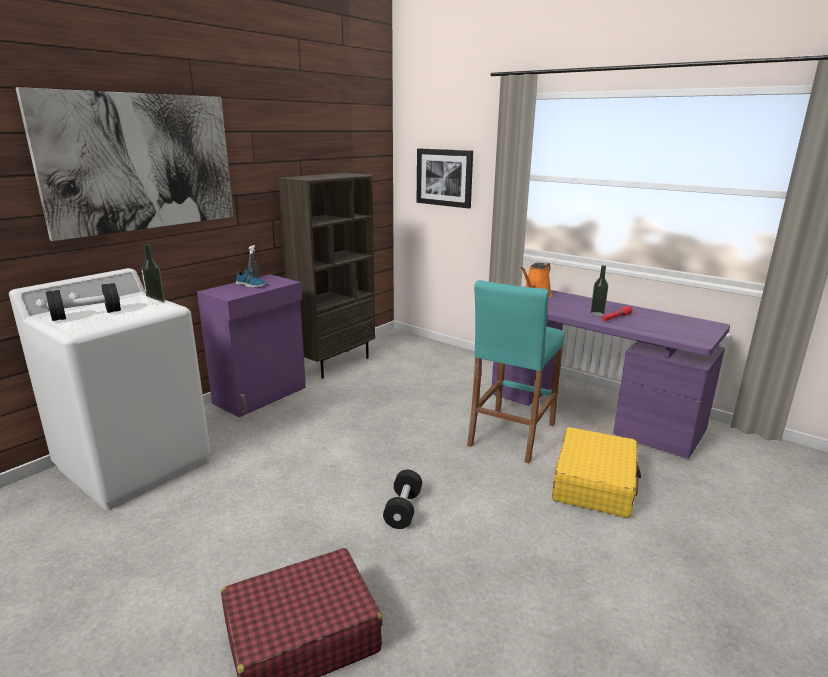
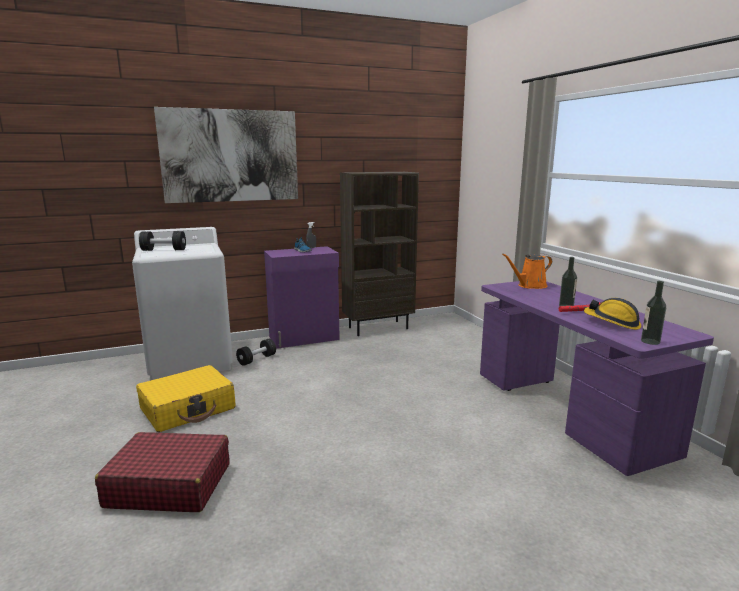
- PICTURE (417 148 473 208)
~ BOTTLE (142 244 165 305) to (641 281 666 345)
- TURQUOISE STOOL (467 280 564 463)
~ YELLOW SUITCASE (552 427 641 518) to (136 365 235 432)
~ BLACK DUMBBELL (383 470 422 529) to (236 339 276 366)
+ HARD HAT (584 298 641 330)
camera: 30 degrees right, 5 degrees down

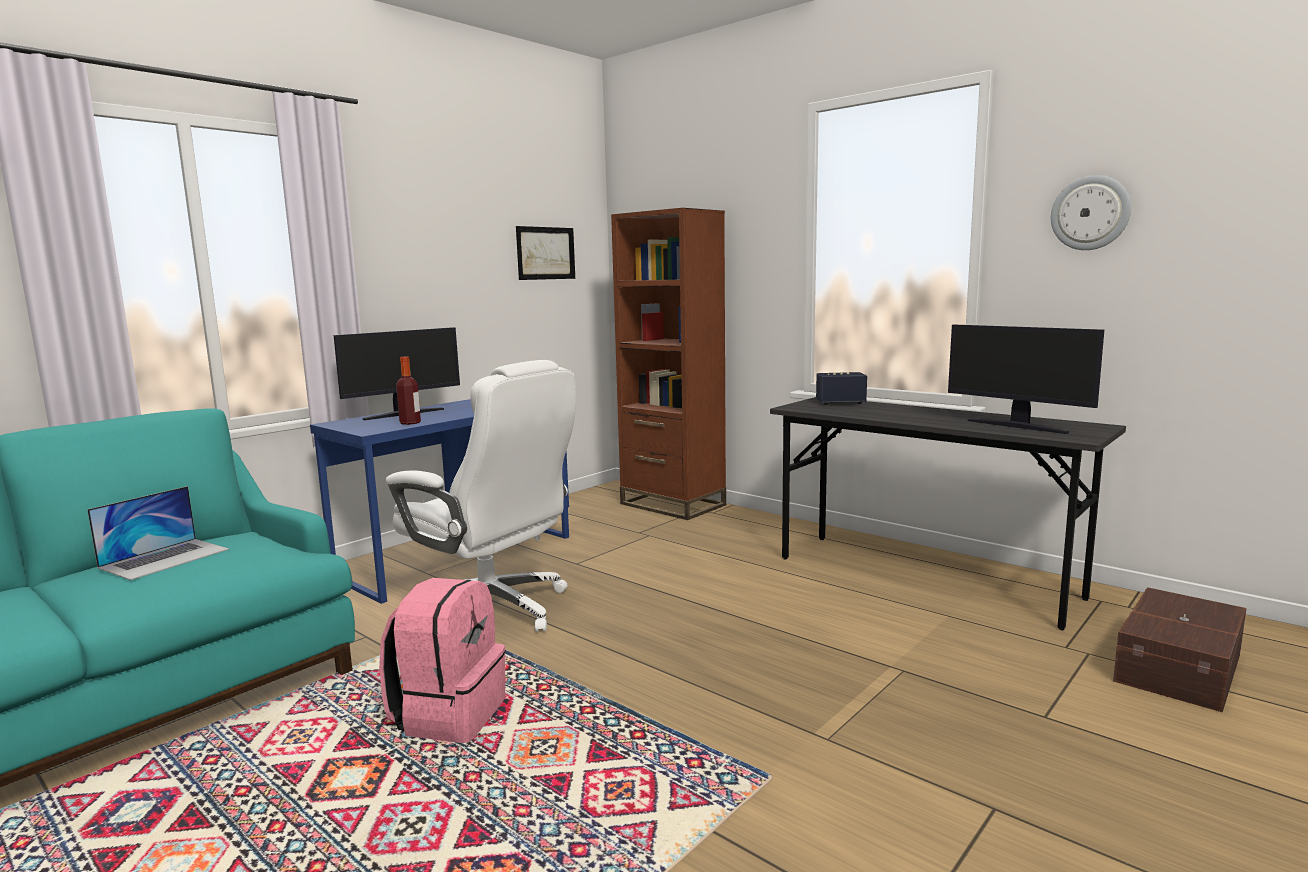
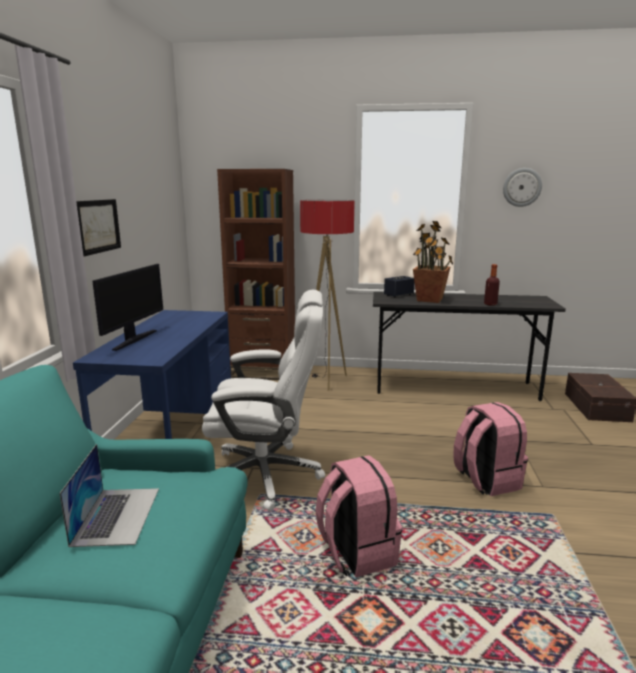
~ PICTURE (516 226 575 280) to (76 199 121 256)
- MONITOR (948 325 1104 434)
~ BOTTLE (396 357 421 425) to (484 264 500 306)
+ FLOOR LAMP (300 200 355 390)
+ POTTED PLANT (413 221 453 303)
+ PINK BACKPACK (453 402 528 496)
camera: 35 degrees left, 5 degrees up

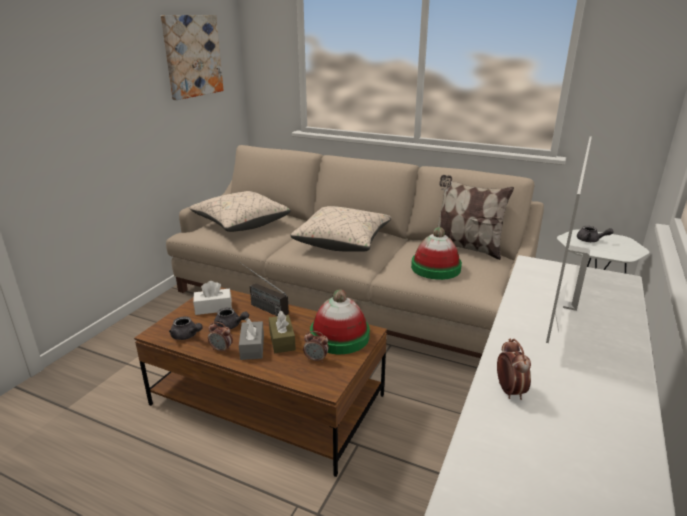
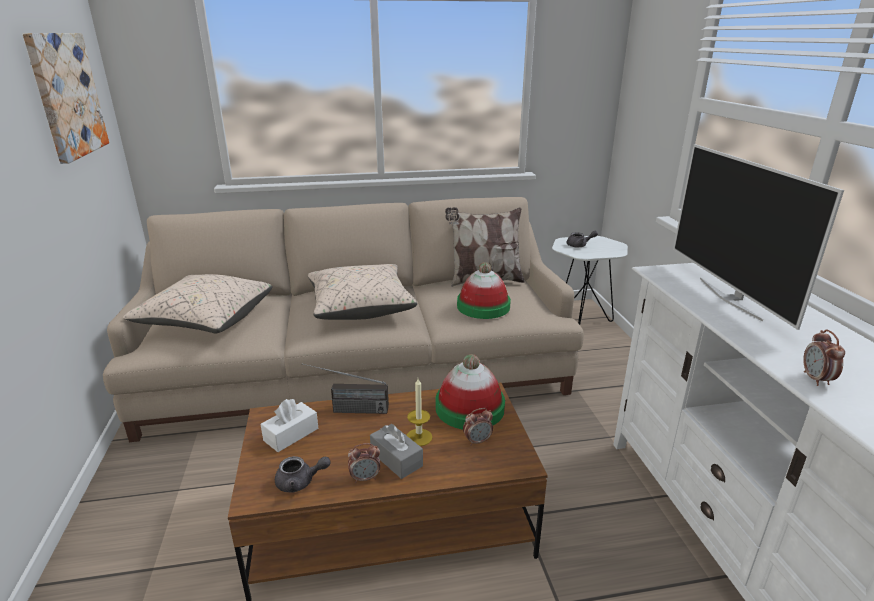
- GREY TEAPOT (214 308 249 329)
~ BROWN TISSUE BOX (269 311 296 353) to CANDLE (406 378 432 446)
~ ALARM CLOCK (497 339 531 400) = (803 330 845 386) 135 degrees counterclockwise
camera: 35 degrees left, 0 degrees up

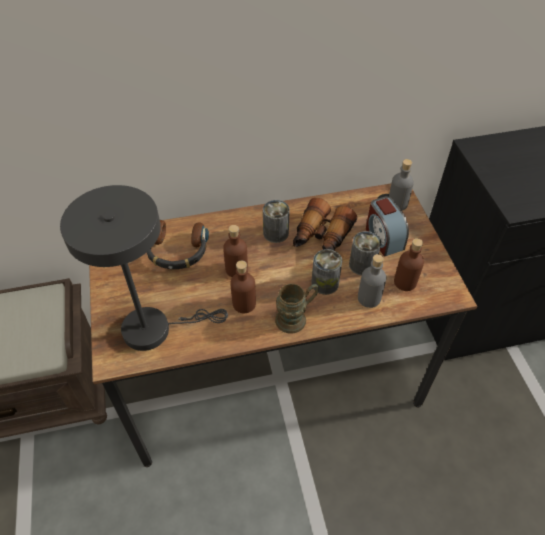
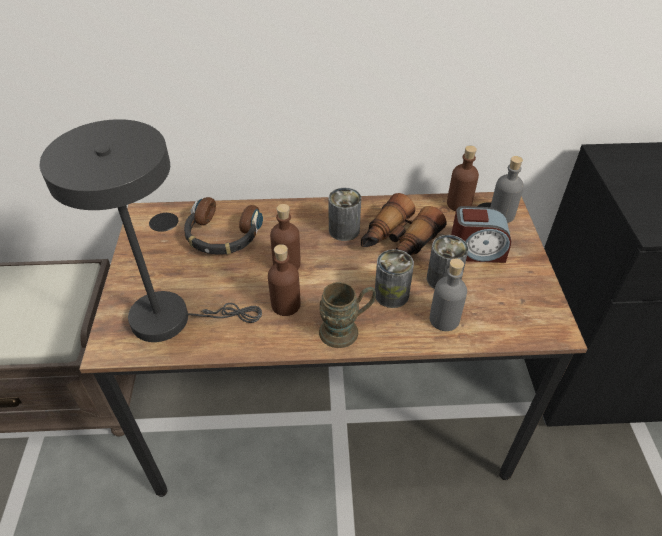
~ ALARM CLOCK (366 196 409 257) = (451 206 511 263) 75 degrees counterclockwise
~ BROWN BOTTLE (394 238 424 291) to (447 145 479 211)
camera: 10 degrees right, 5 degrees down

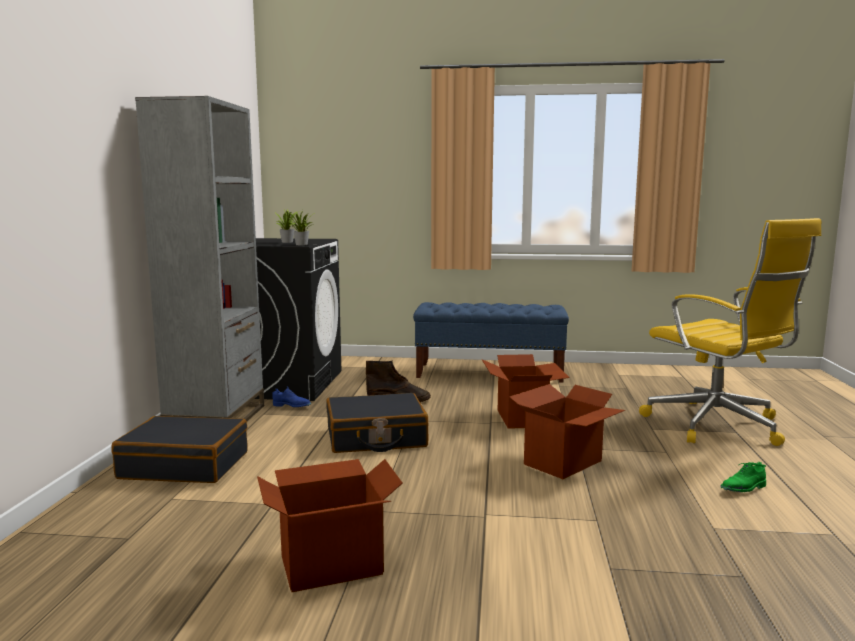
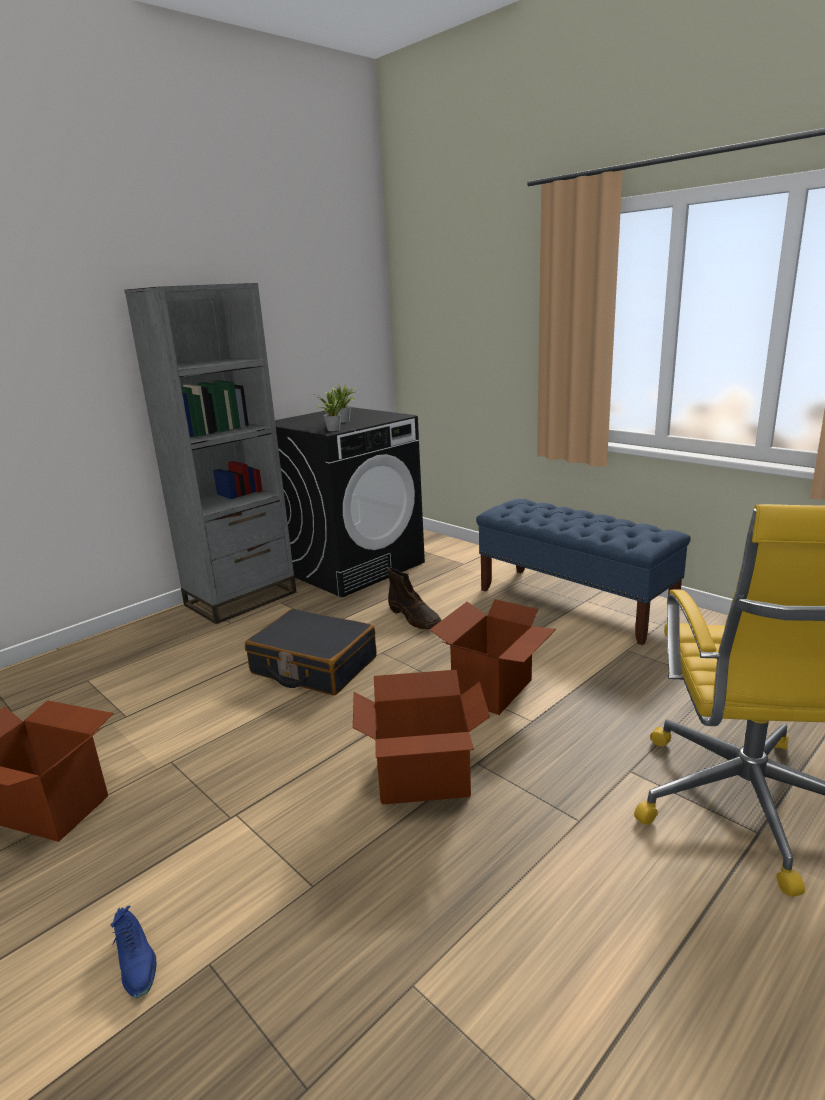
~ BLUE SHOE (272 387 311 407) to (111 905 156 998)
- BLACK SUITCASE (111 416 248 483)
- GREEN SHOE (721 462 766 492)
camera: 40 degrees right, 10 degrees up

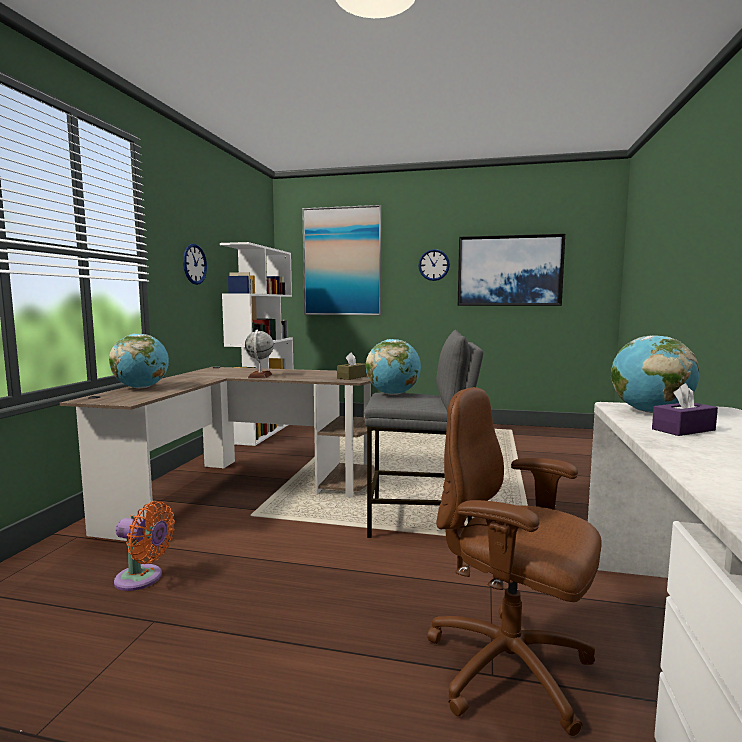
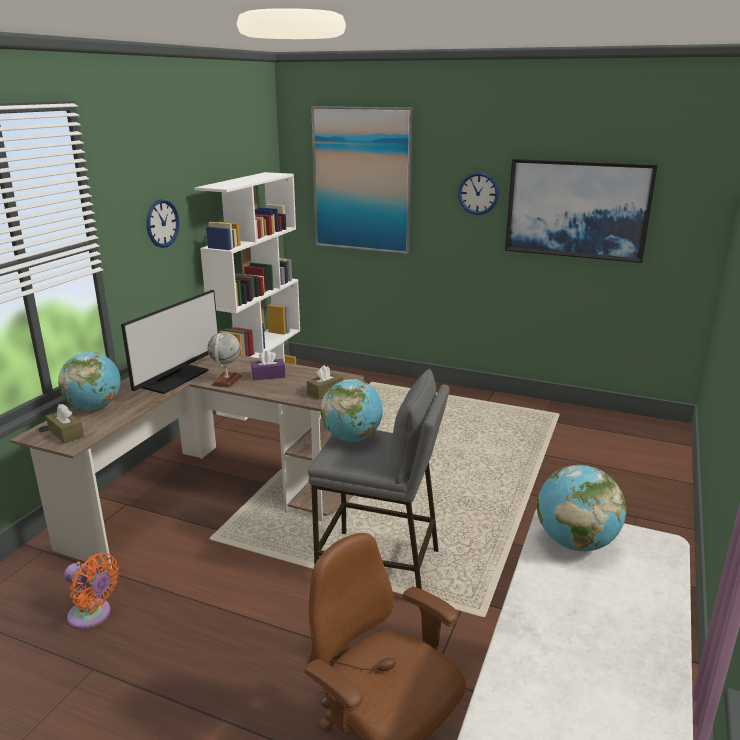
~ PURPLE TISSUE BOX (652 383 718 436) to (251 350 285 380)
+ MONITOR (121 290 218 394)
+ BROWN TISSUE BOX (46 404 84 443)
camera: 10 degrees right, 15 degrees up

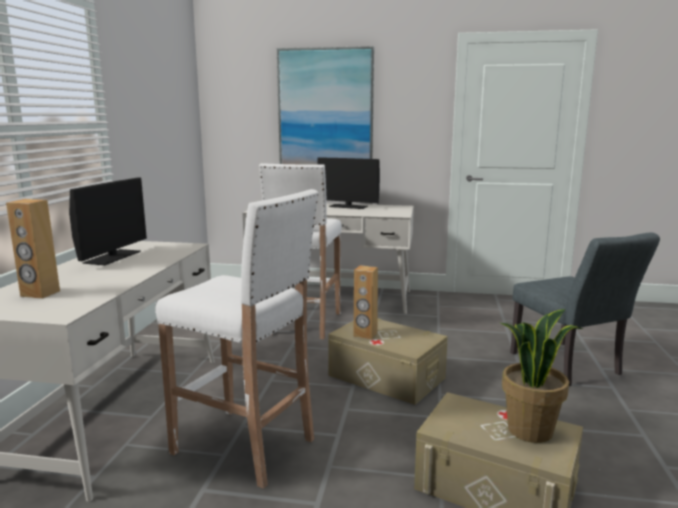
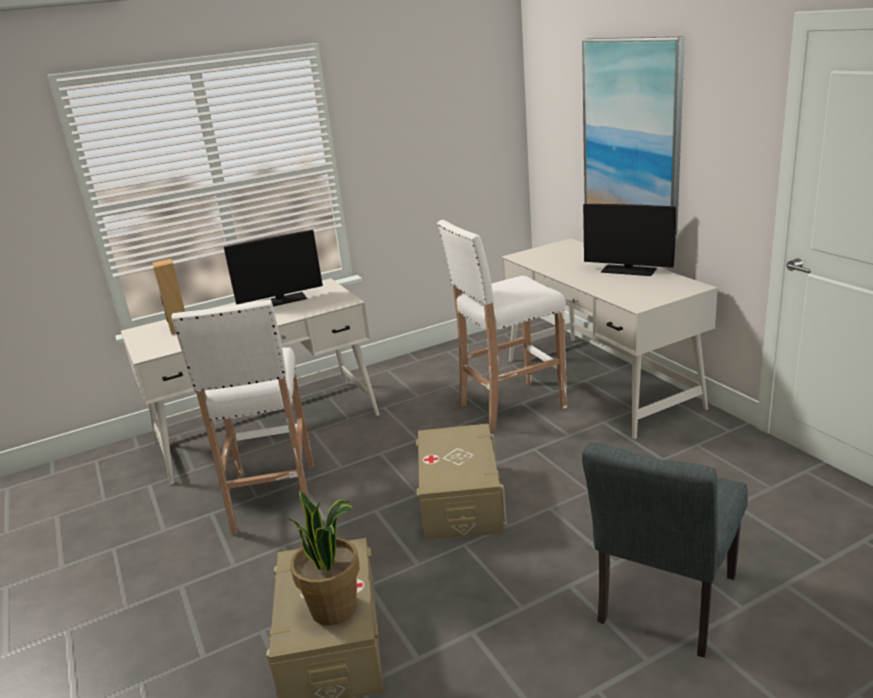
~ MONITOR (317 157 380 209) = (583 204 676 276) 45 degrees counterclockwise
- BROWN SPEAKER (354 265 378 339)
camera: 55 degrees right, 10 degrees up

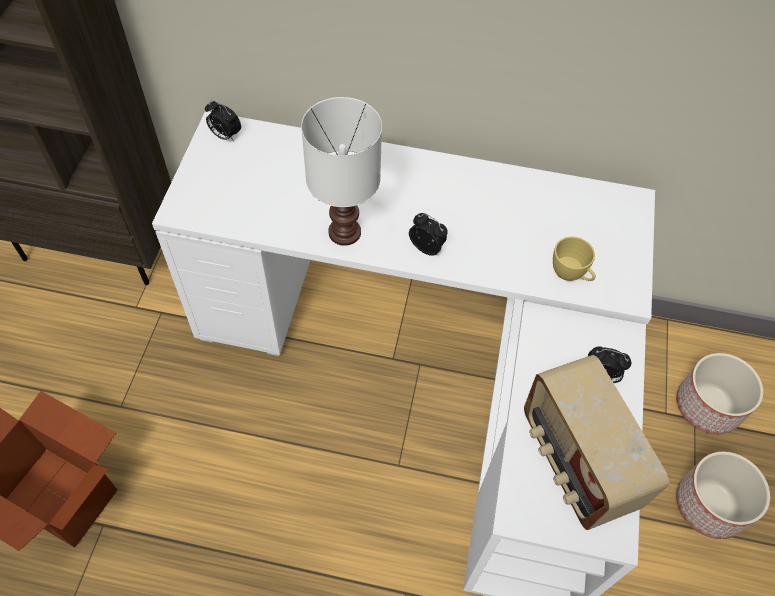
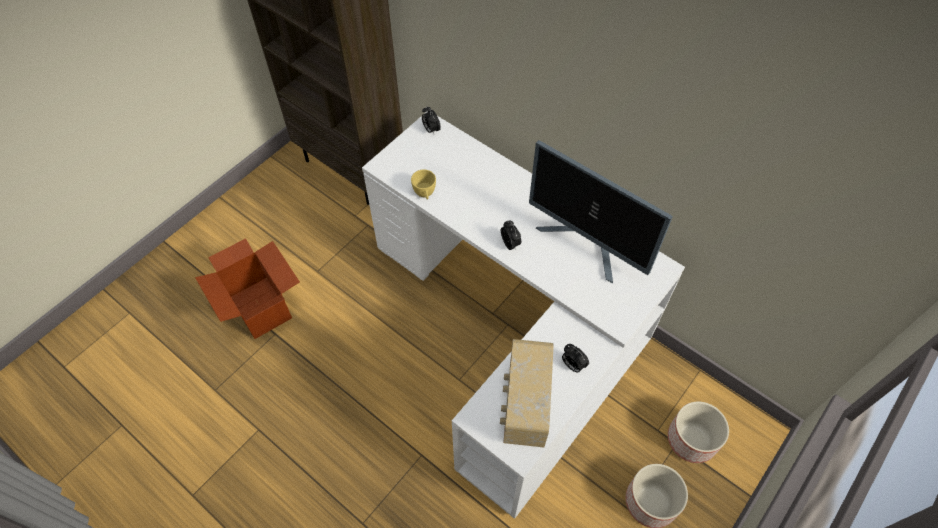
- WHITE TABLE LAMP (301 97 382 246)
~ YELLOW CUP (553 237 596 281) to (411 170 436 200)
+ MONITOR (529 140 673 283)
camera: 30 degrees right, 0 degrees up

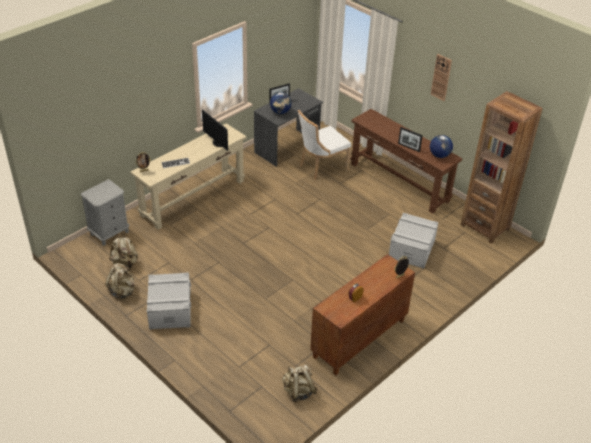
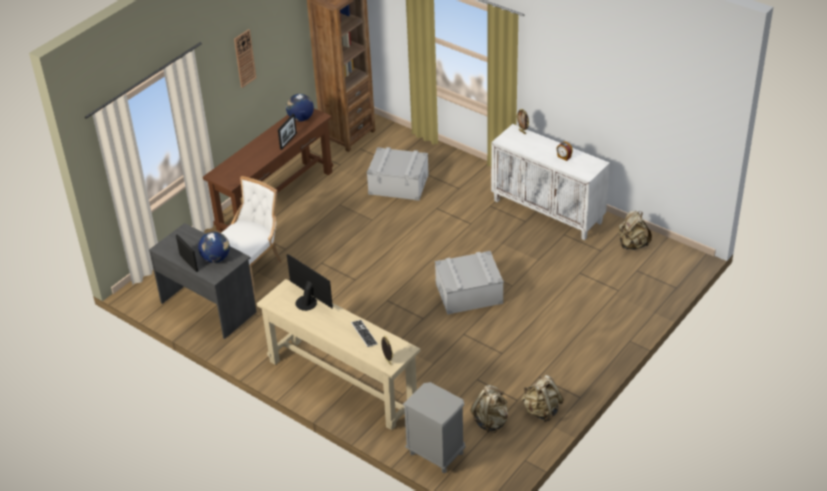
~ MONITOR (202 109 228 151) = (287 254 333 311) 90 degrees counterclockwise
~ WHITE CHAIR (298 110 351 180) = (222 176 282 294) 105 degrees counterclockwise
~ BROWN CABINET (310 254 415 375) to WHITE CABINET (491 124 610 240)
~ GREY STORAGE BOX (147 272 192 329) to (435 251 504 315)
camera: 95 degrees left, 0 degrees up

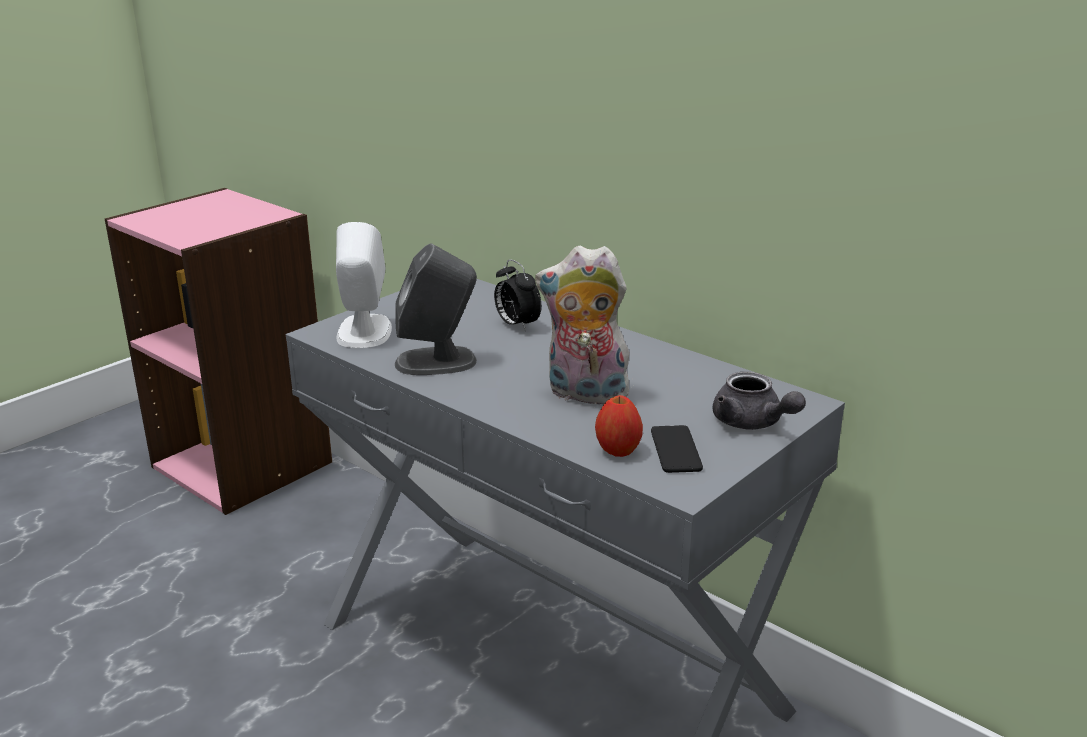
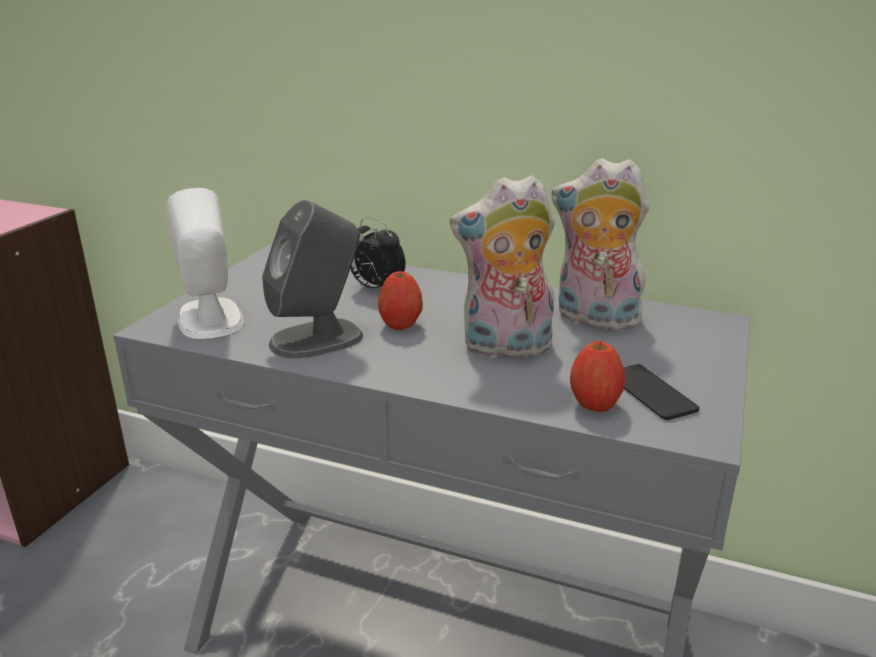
- GREY TEAPOT (713 372 806 430)
+ PLUSH TOY (551 158 650 330)
+ APPLE (378 271 423 330)
camera: 20 degrees left, 0 degrees up

